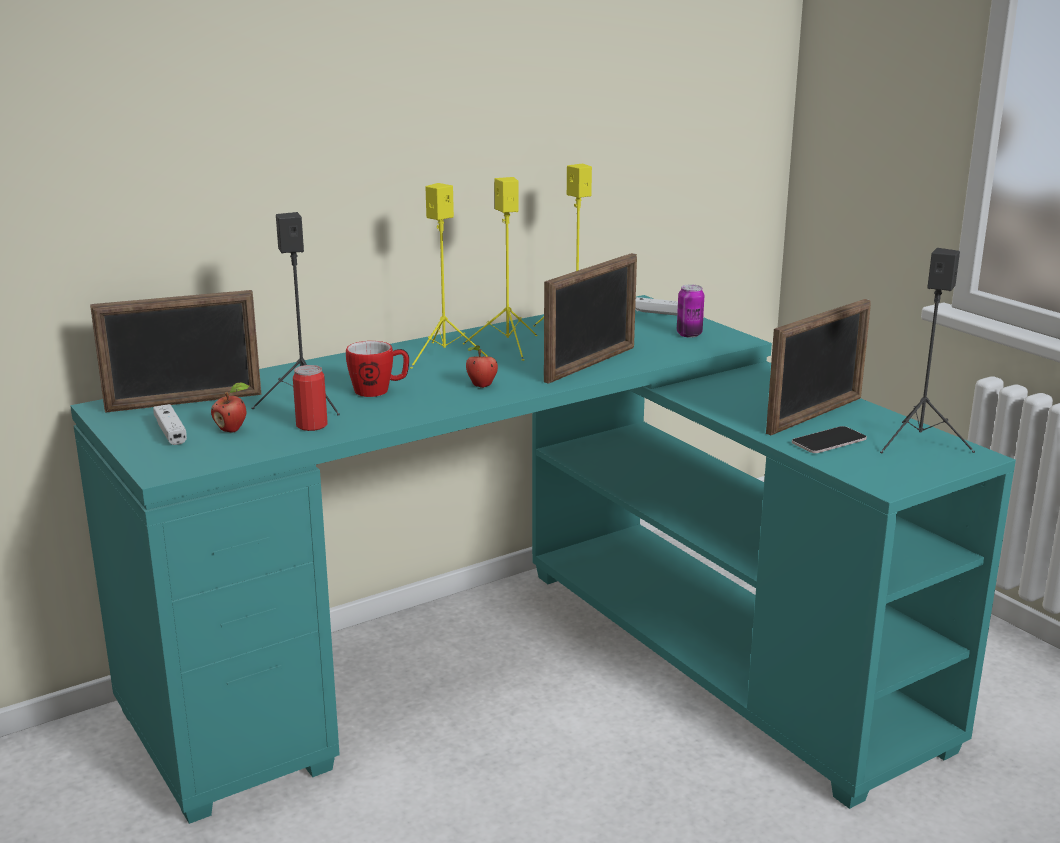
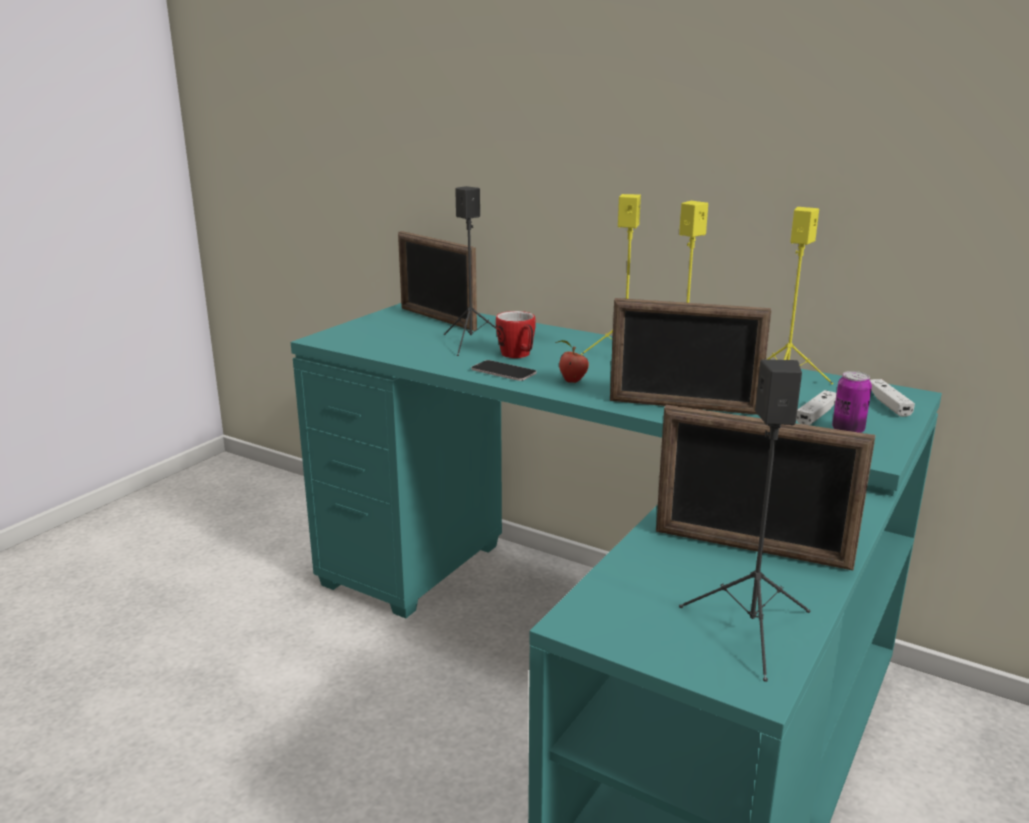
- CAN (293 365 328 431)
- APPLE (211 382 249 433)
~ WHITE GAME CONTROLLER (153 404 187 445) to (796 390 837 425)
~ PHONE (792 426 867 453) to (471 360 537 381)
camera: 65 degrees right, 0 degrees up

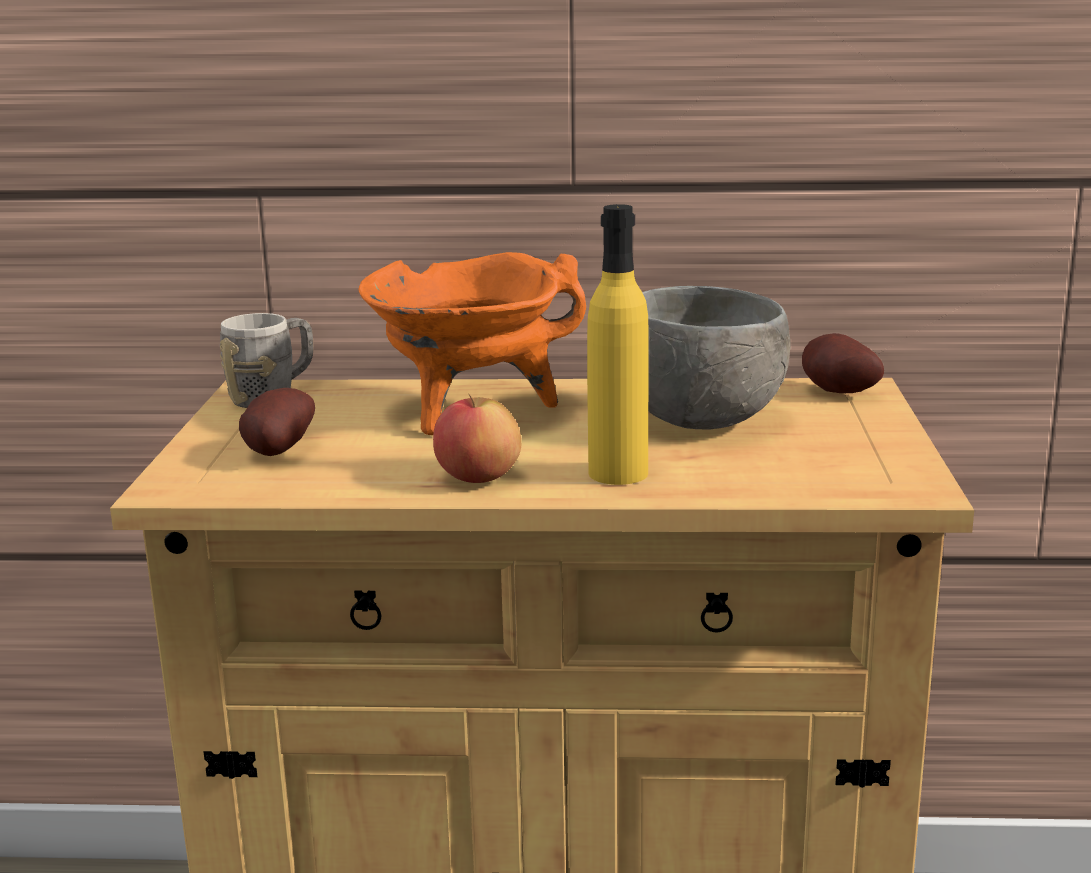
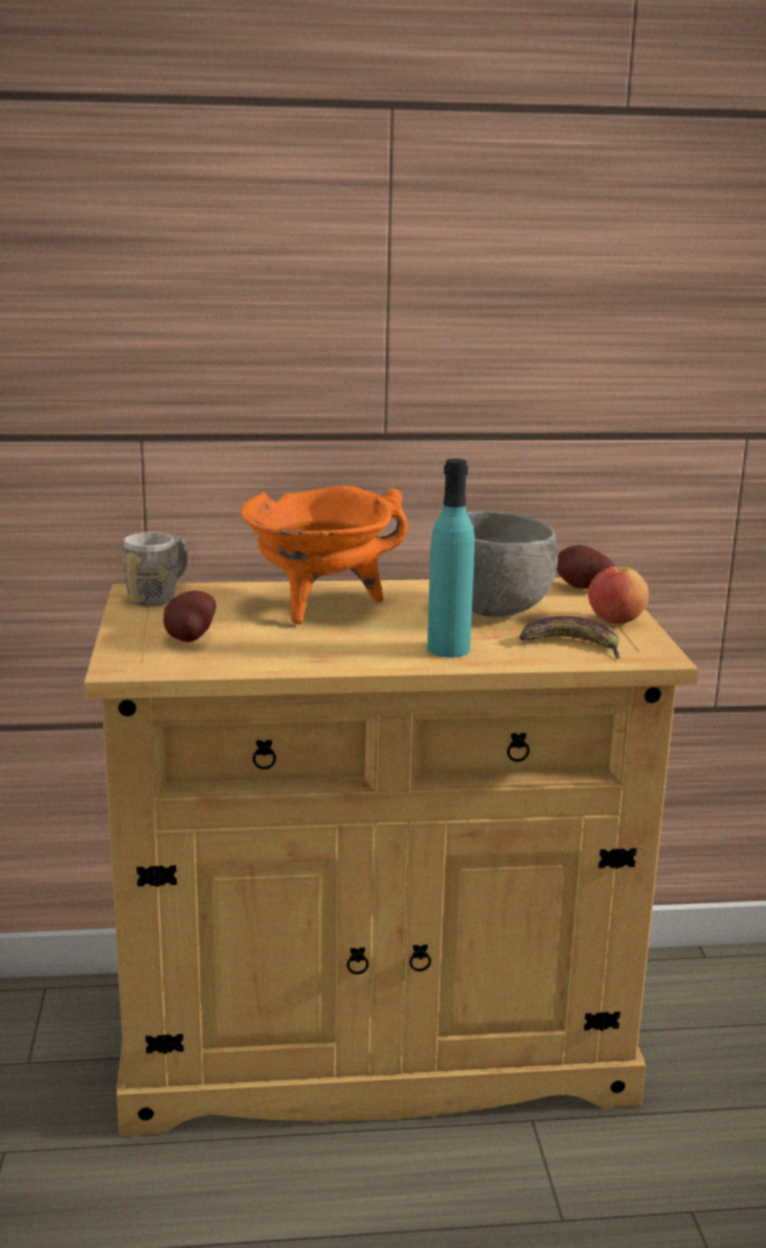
~ YELLOW BOTTLE (587 204 649 485) to TURQUOISE BOTTLE (427 459 475 657)
~ APPLE (433 393 521 483) to (588 565 649 624)
+ BANANA (519 616 621 658)
camera: 10 degrees left, 0 degrees up

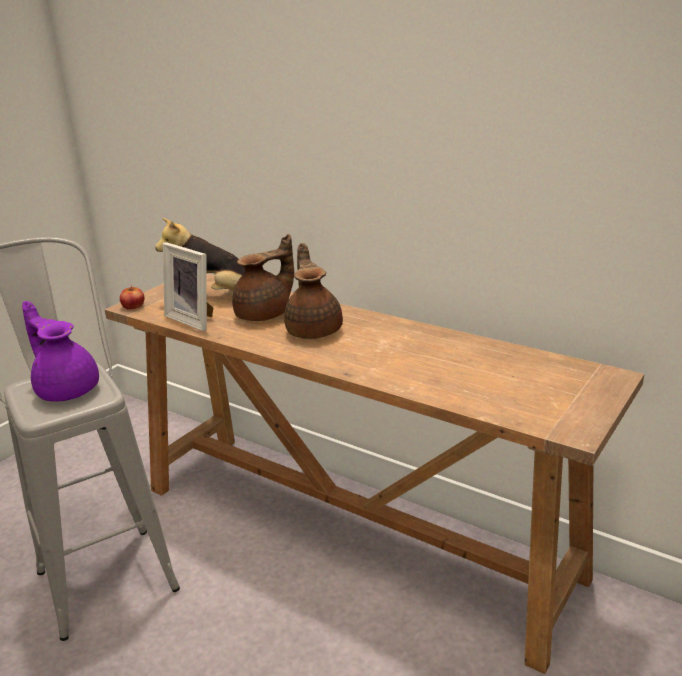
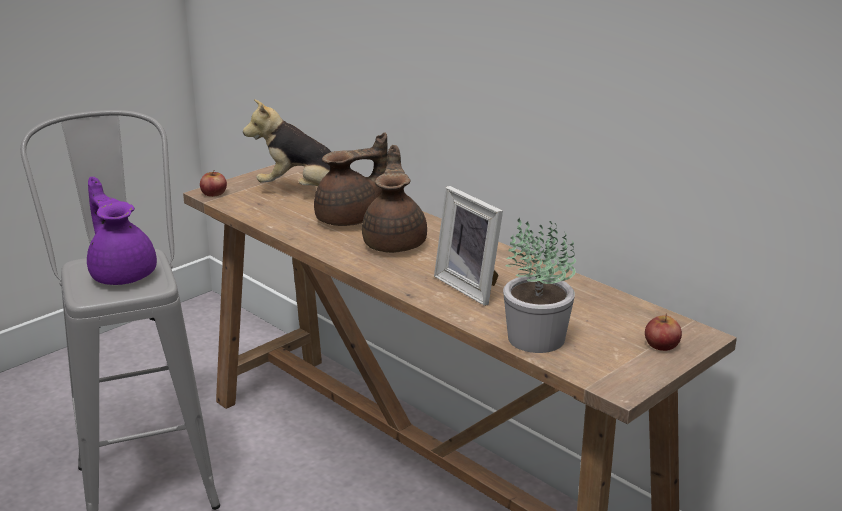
~ PICTURE FRAME (163 242 214 331) to (434 186 503 306)
+ POTTED PLANT (503 218 576 353)
+ APPLE (645 313 682 351)
camera: 10 degrees right, 0 degrees up

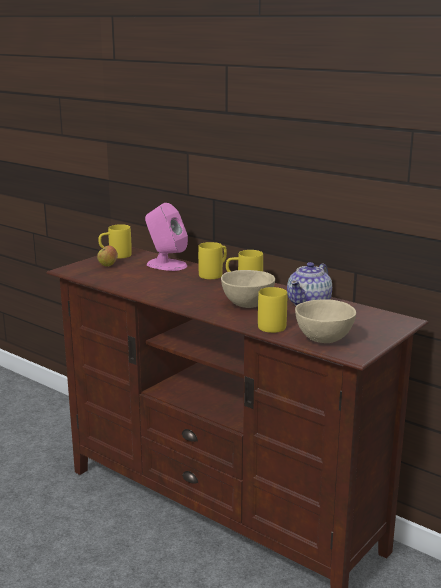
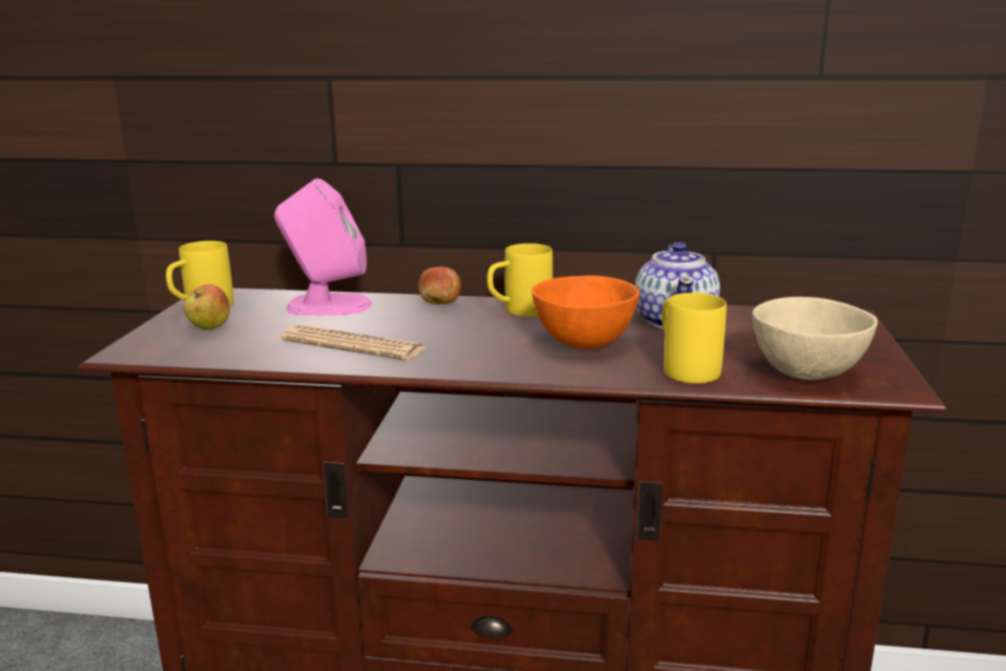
~ YELLOW MUG (198 242 227 279) to APPLE (418 265 461 305)
~ BEIGE BOWL (221 270 275 308) to ORANGE BOWL (532 275 640 349)
+ NEWSPAPER (281 325 426 361)
camera: 30 degrees left, 0 degrees up

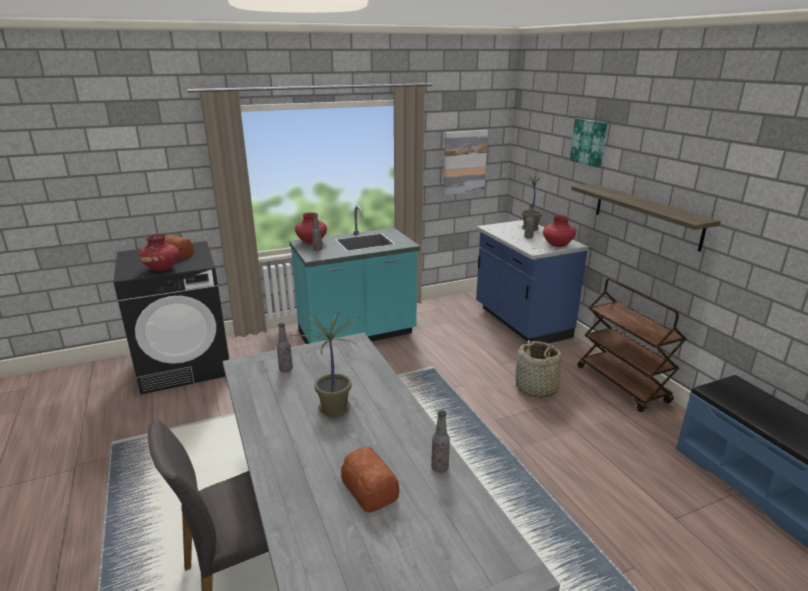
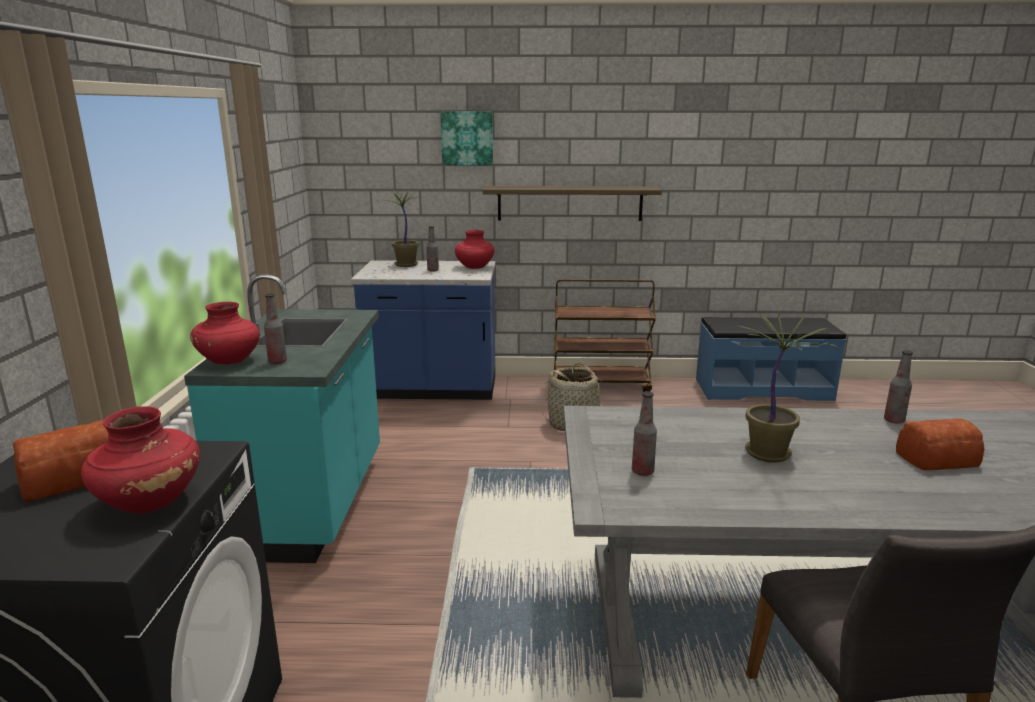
- PICTURE (443 130 488 196)
camera: 65 degrees left, 5 degrees down

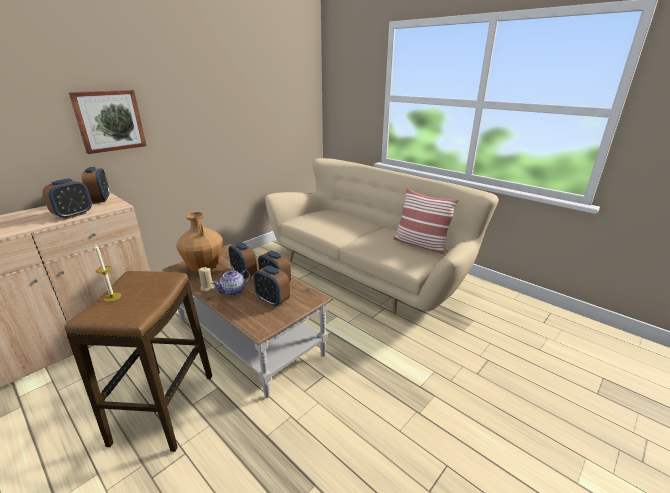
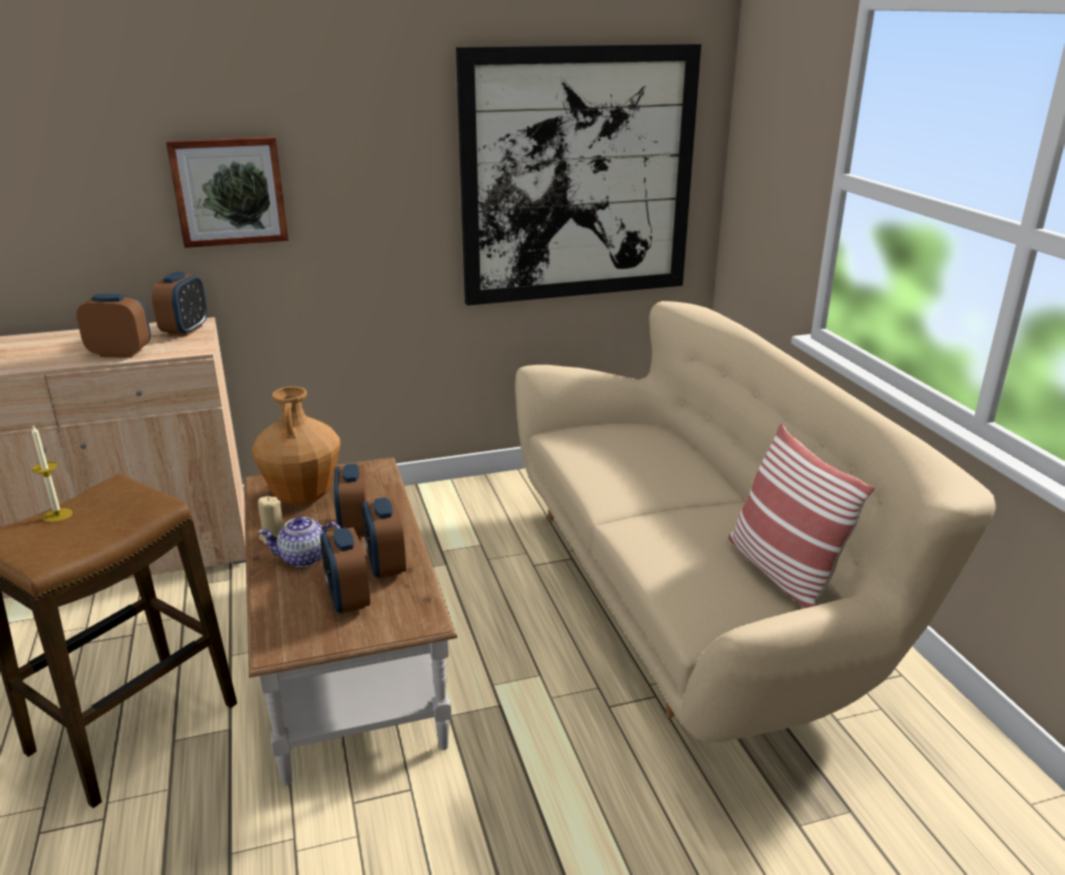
~ ALARM CLOCK (42 178 92 219) = (76 294 151 358) 150 degrees counterclockwise
+ PICTURE (456 44 701 306)
camera: 30 degrees right, 0 degrees up

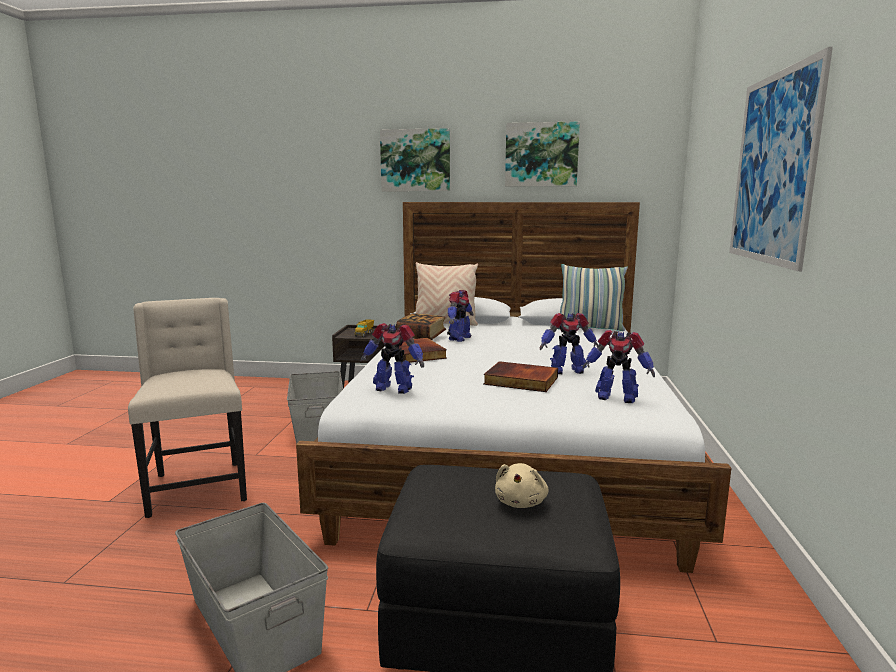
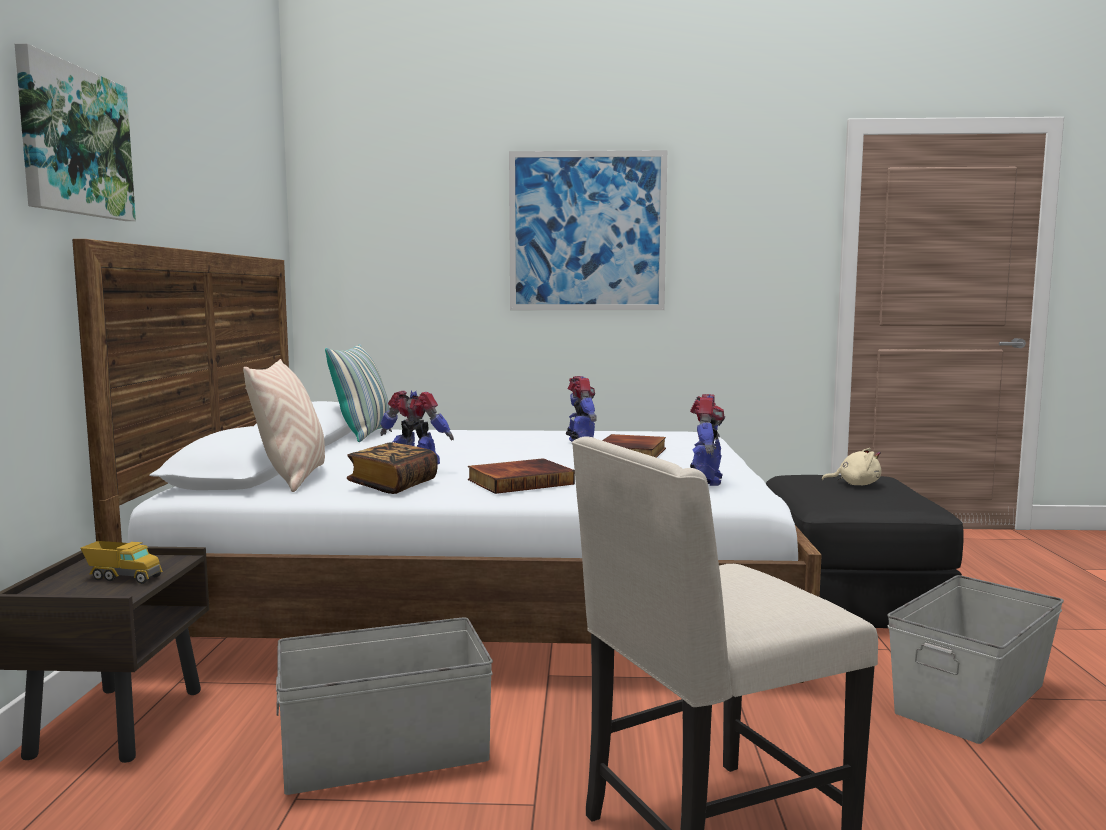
- PICTURE (505 122 580 186)
- TOY ROBOT (583 330 655 403)
camera: 95 degrees left, 5 degrees down

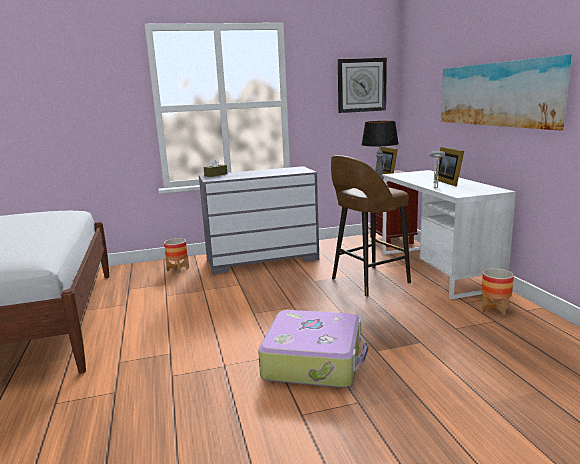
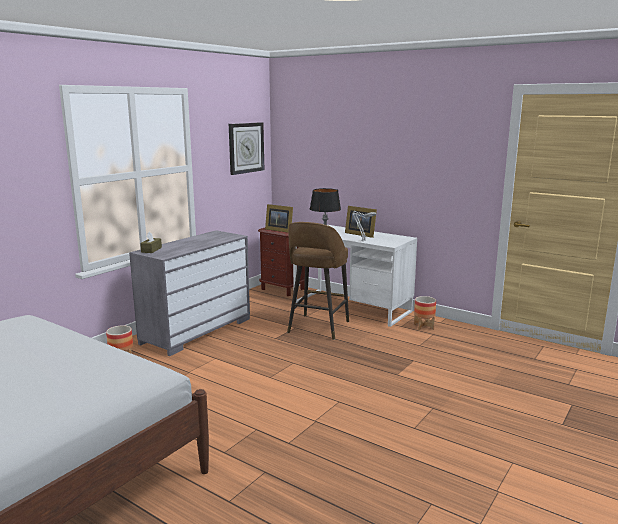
- PICTURE (441 55 572 130)
- SUITCASE (258 310 368 388)
camera: 40 degrees left, 0 degrees up

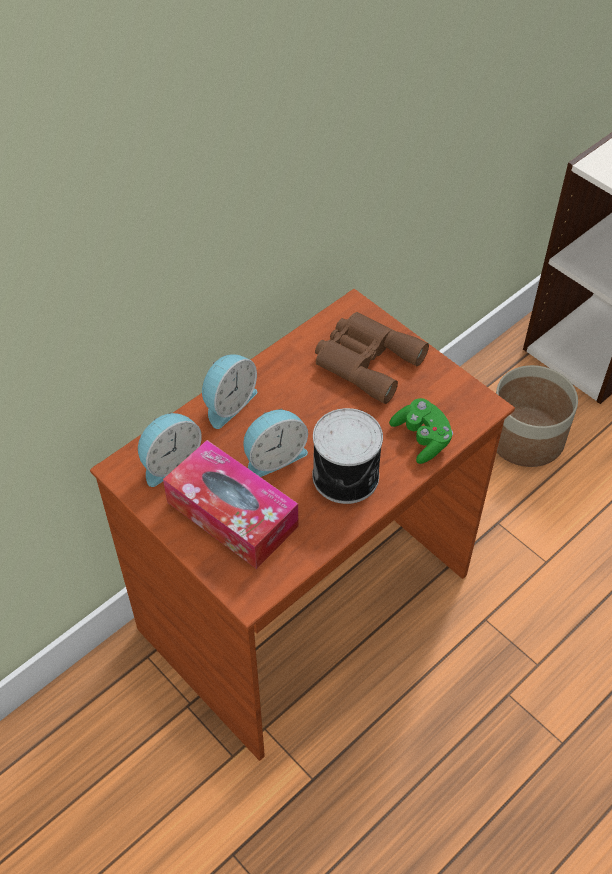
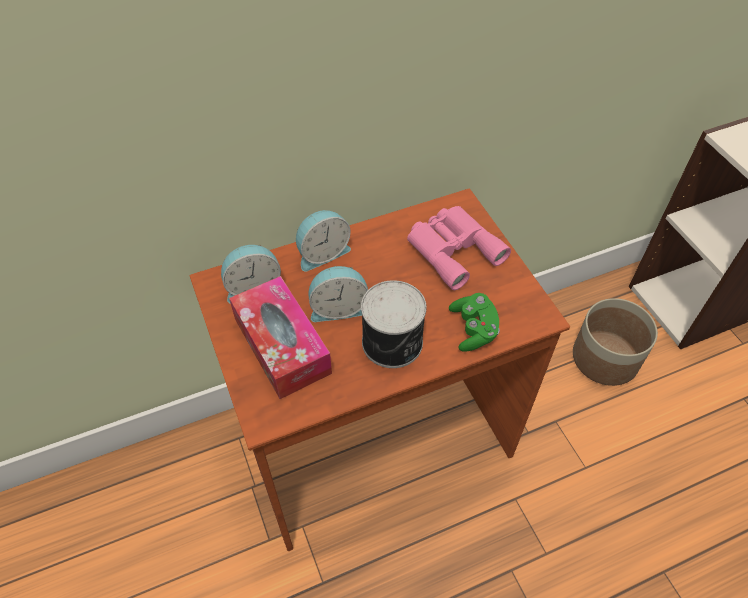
~ BROWN BINOCULARS (315 312 429 404) to PINK BINOCULARS (407 206 511 290)
camera: 20 degrees right, 0 degrees up

